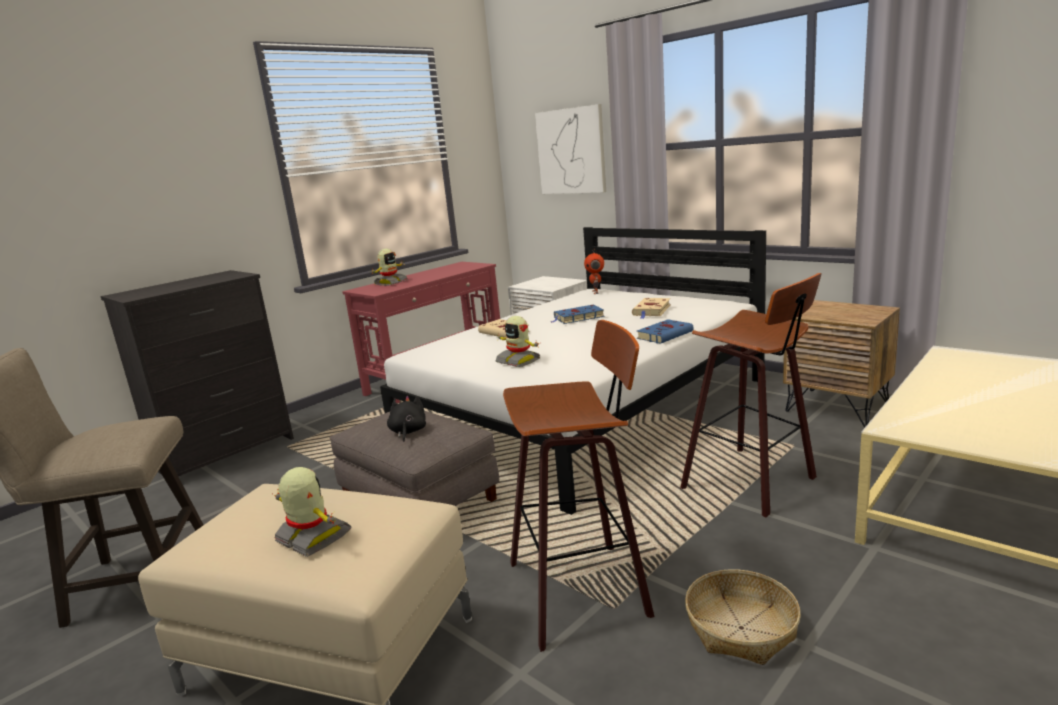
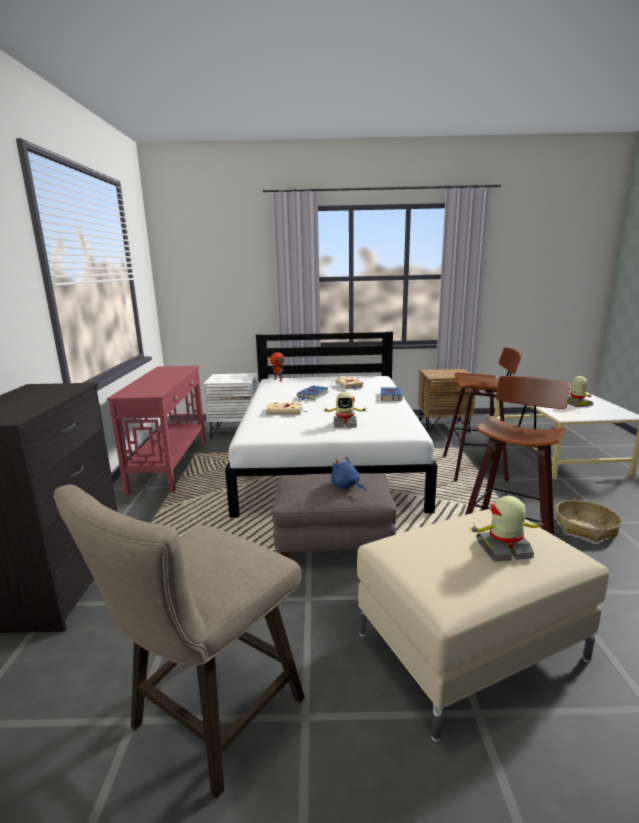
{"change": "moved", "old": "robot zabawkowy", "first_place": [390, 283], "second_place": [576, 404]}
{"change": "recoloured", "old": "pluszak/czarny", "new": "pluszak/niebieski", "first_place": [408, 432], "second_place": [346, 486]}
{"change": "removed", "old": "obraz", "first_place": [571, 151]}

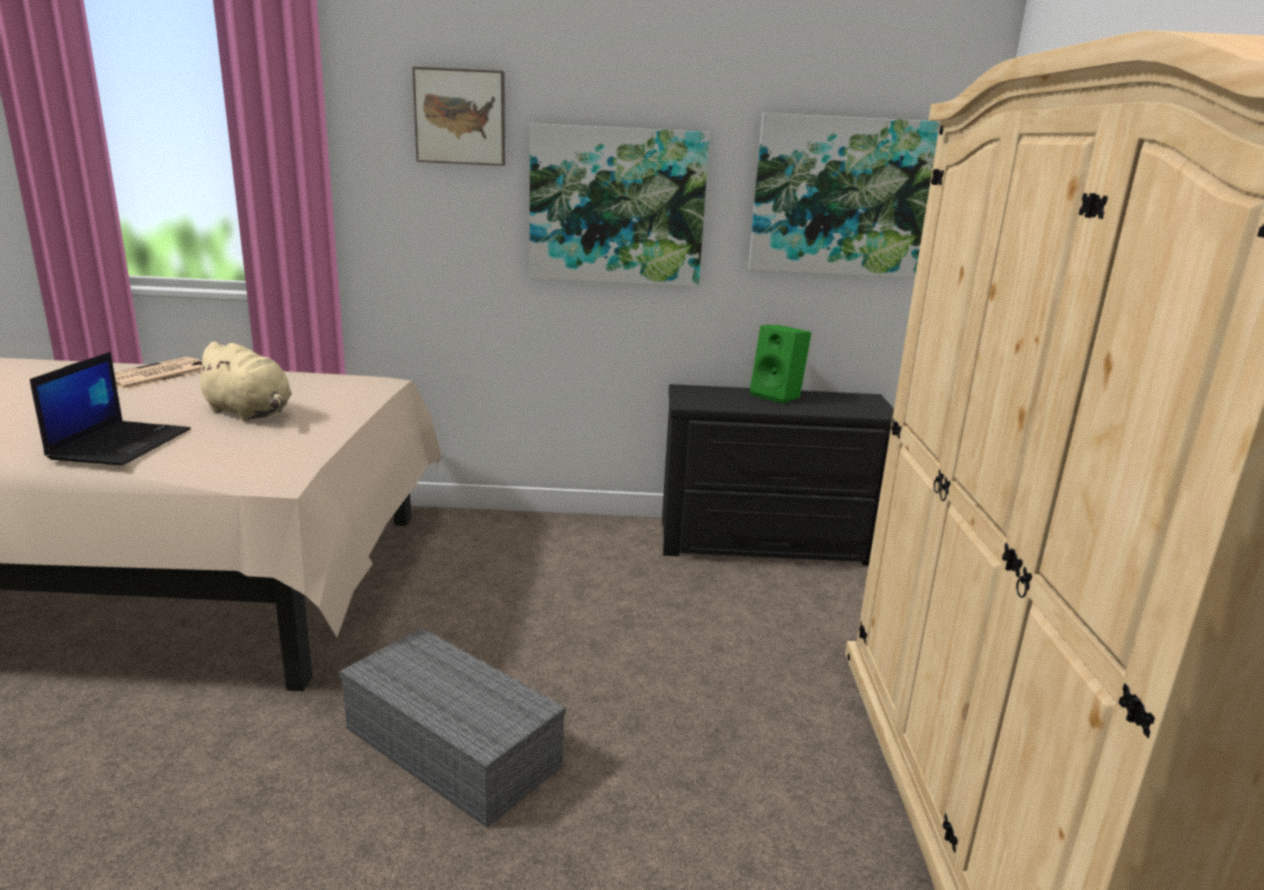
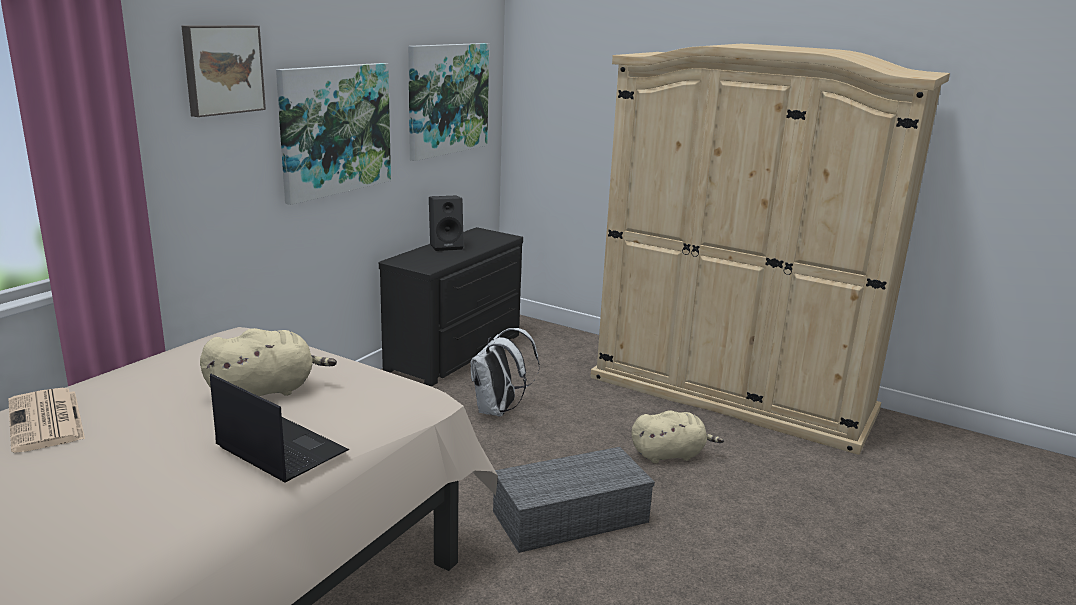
{"change": "recoloured", "old": "głośnik/zielony", "new": "głośnik/czarny", "first_place": [778, 396], "second_place": [446, 246]}
{"change": "added", "new": "plecak/biały", "second_place": [498, 410]}
{"change": "added", "new": "pluszak/beżowy", "second_place": [670, 454]}

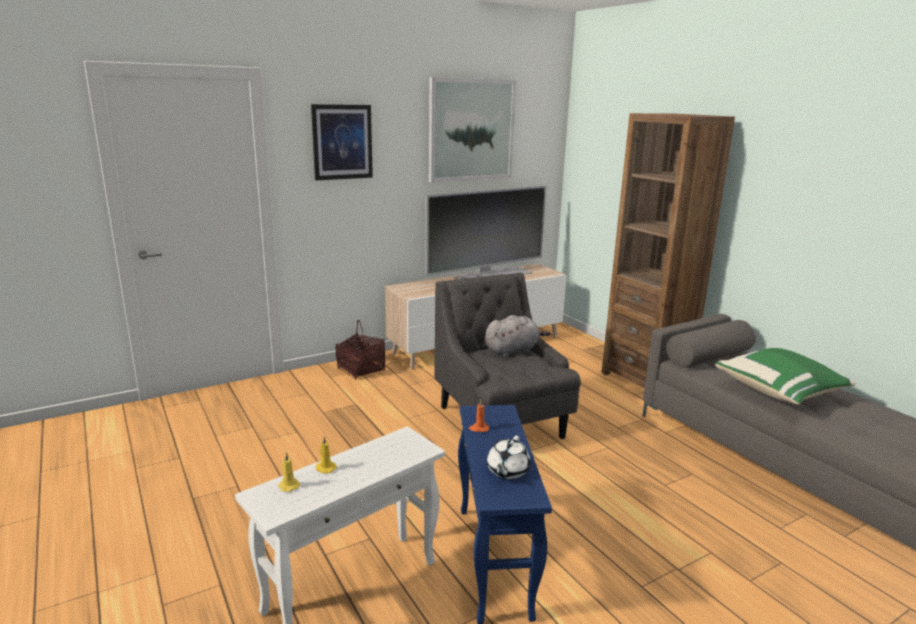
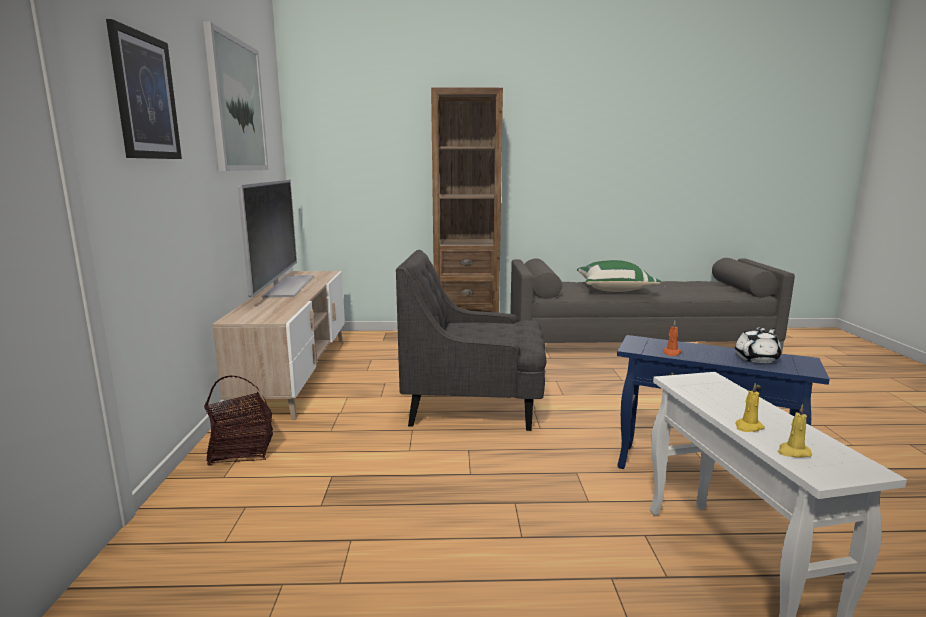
{"change": "removed", "old": "pluszak/szary", "first_place": [513, 350]}
{"change": "turned", "old": "imbryk/biały", "first_place": [507, 471], "second_place": [757, 358], "degrees": -90}

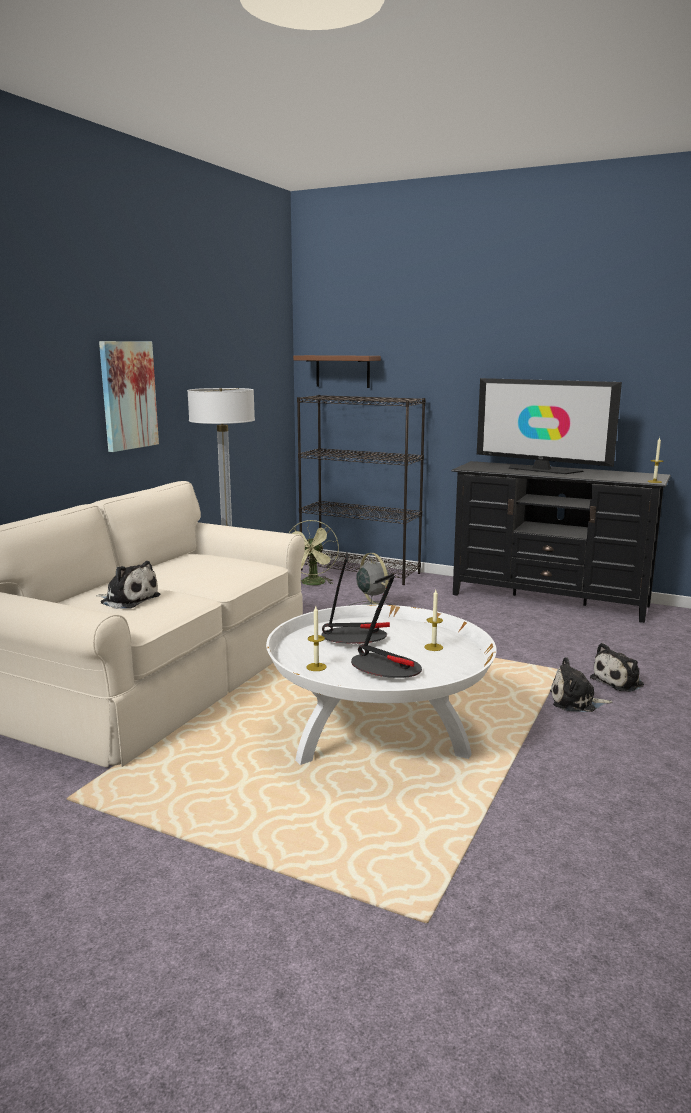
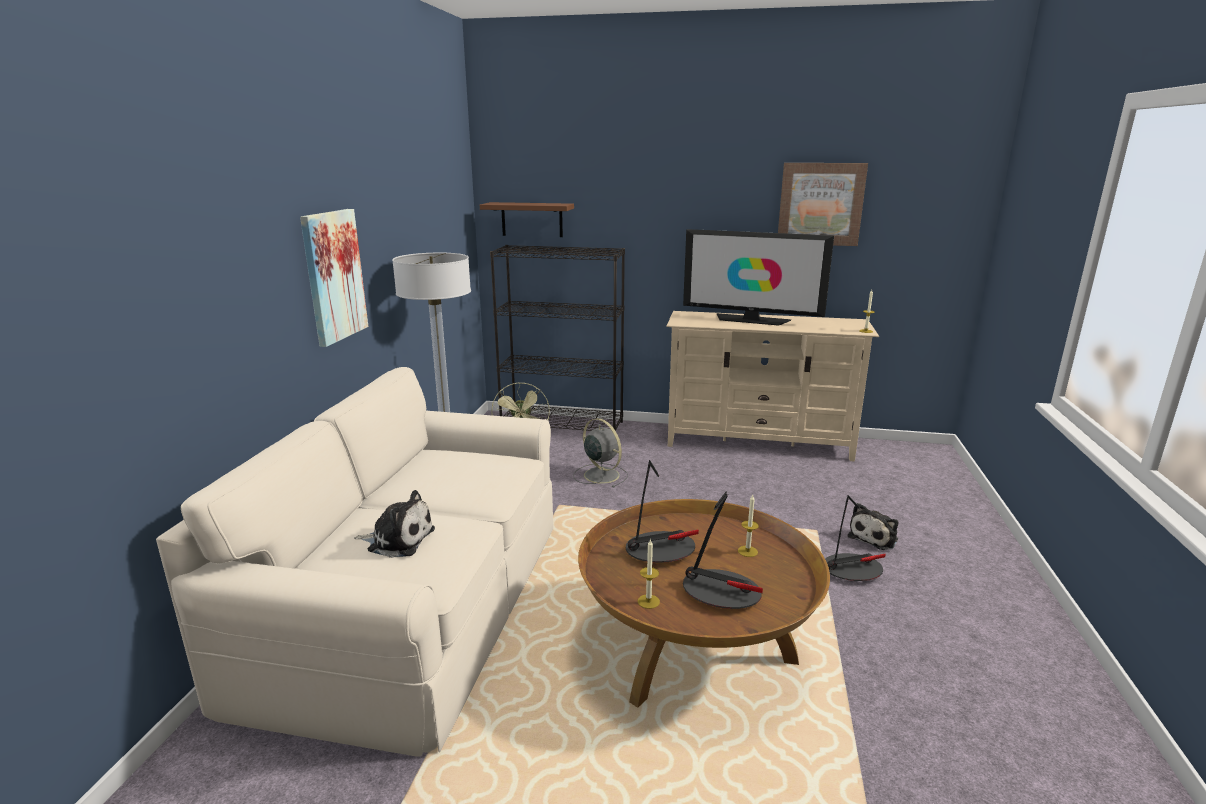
{"change": "recoloured", "old": "ława/biały", "new": "ława/brązowy", "first_place": [379, 736], "second_place": [695, 649]}
{"change": "recoloured", "old": "szafka pod telewizor/czarny", "new": "szafka pod telewizor/beżowy", "first_place": [549, 600], "second_place": [759, 443]}
{"change": "replaced", "old": "pluszak", "new": "lampa stołowa", "first_place": [576, 702], "second_place": [852, 569]}
{"change": "added", "new": "obraz", "second_place": [820, 204]}

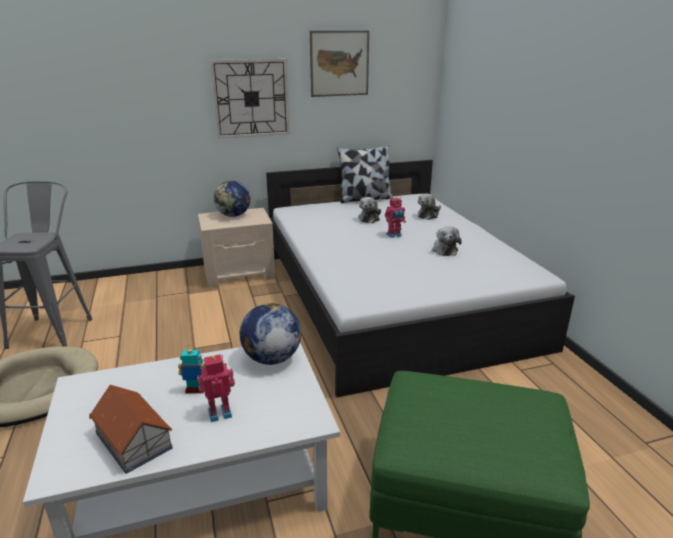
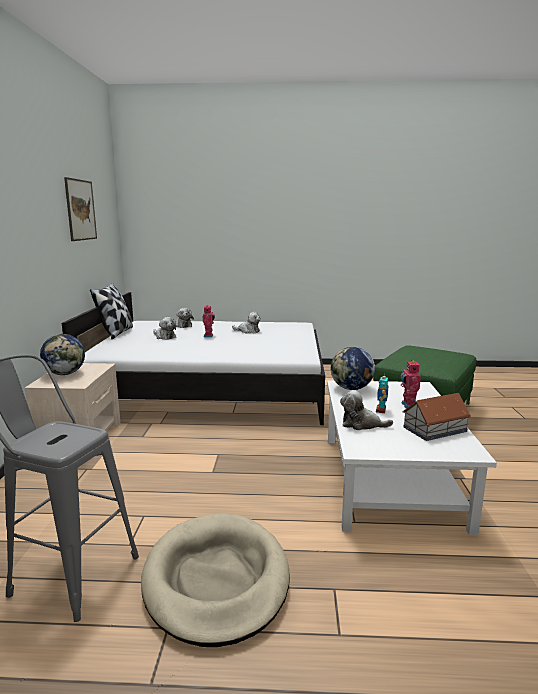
{"change": "removed", "old": "zegar ścienny", "first_place": [251, 98]}
{"change": "added", "new": "pluszak", "second_place": [361, 424]}

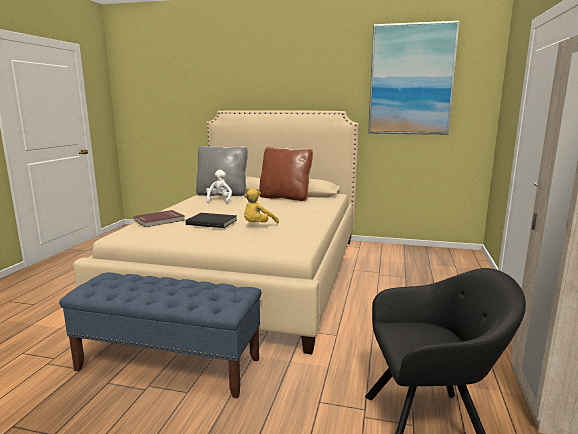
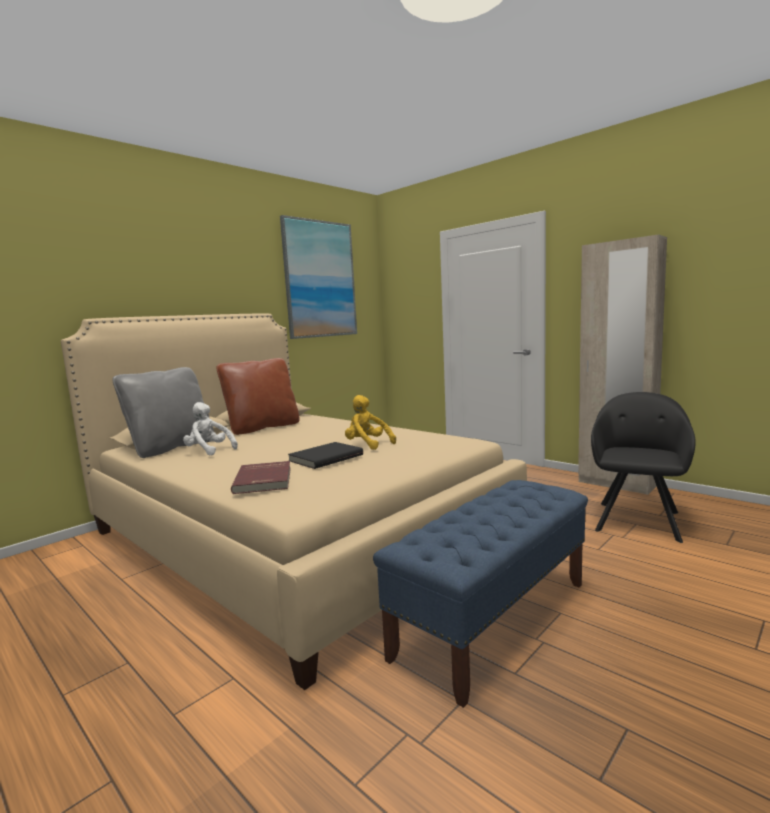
{"change": "turned", "old": "pluszak/żółty", "first_place": [258, 225], "second_place": [367, 445], "degrees": 150}

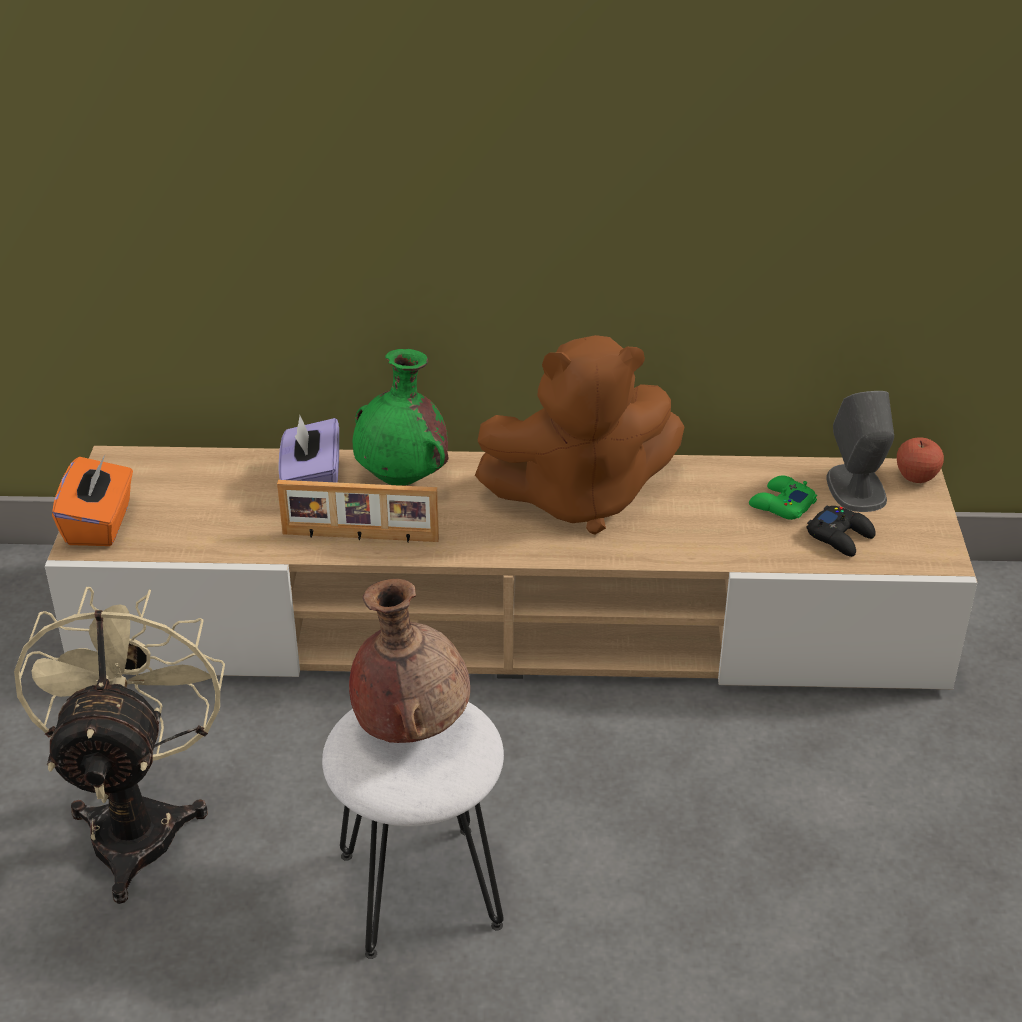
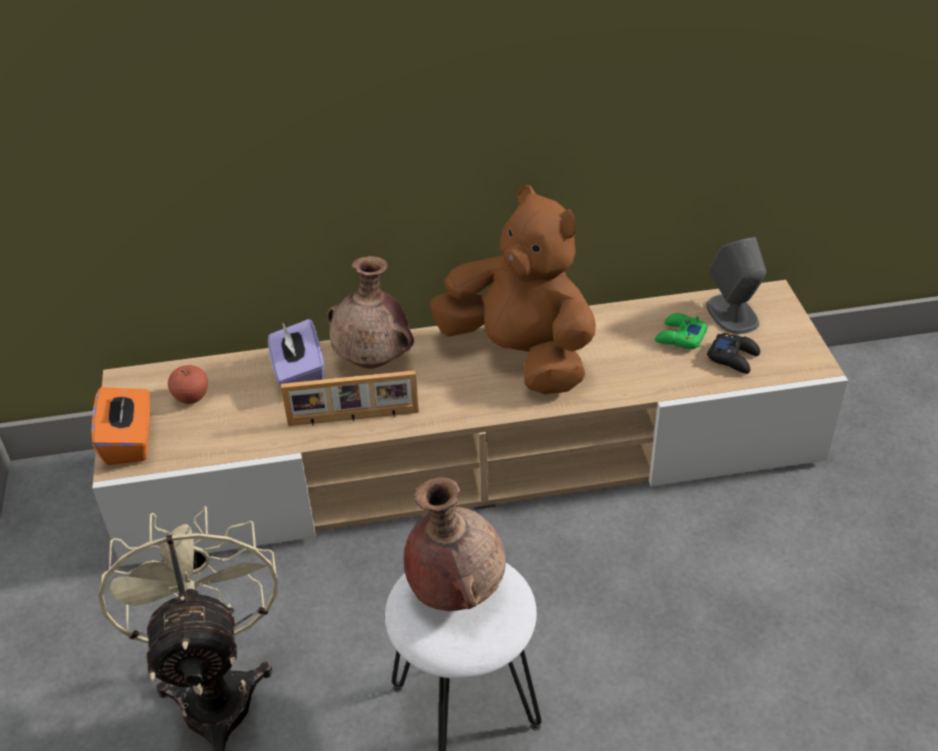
{"change": "recoloured", "old": "wazon/zielony", "new": "wazon/brązowy", "first_place": [403, 479], "second_place": [374, 361]}
{"change": "turned", "old": "pluszak/brązowy", "first_place": [579, 497], "second_place": [520, 355], "degrees": -120}
{"change": "moved", "old": "jabłko", "first_place": [916, 477], "second_place": [191, 397]}

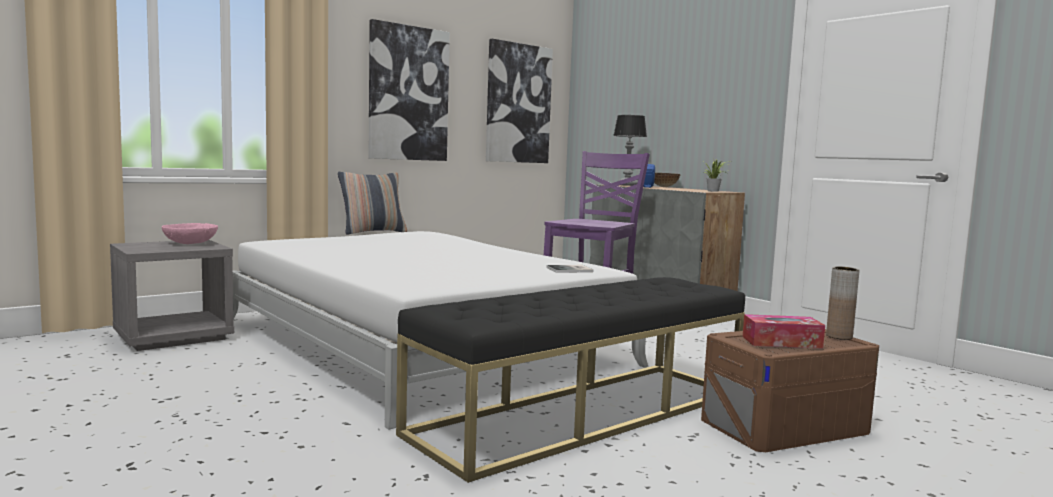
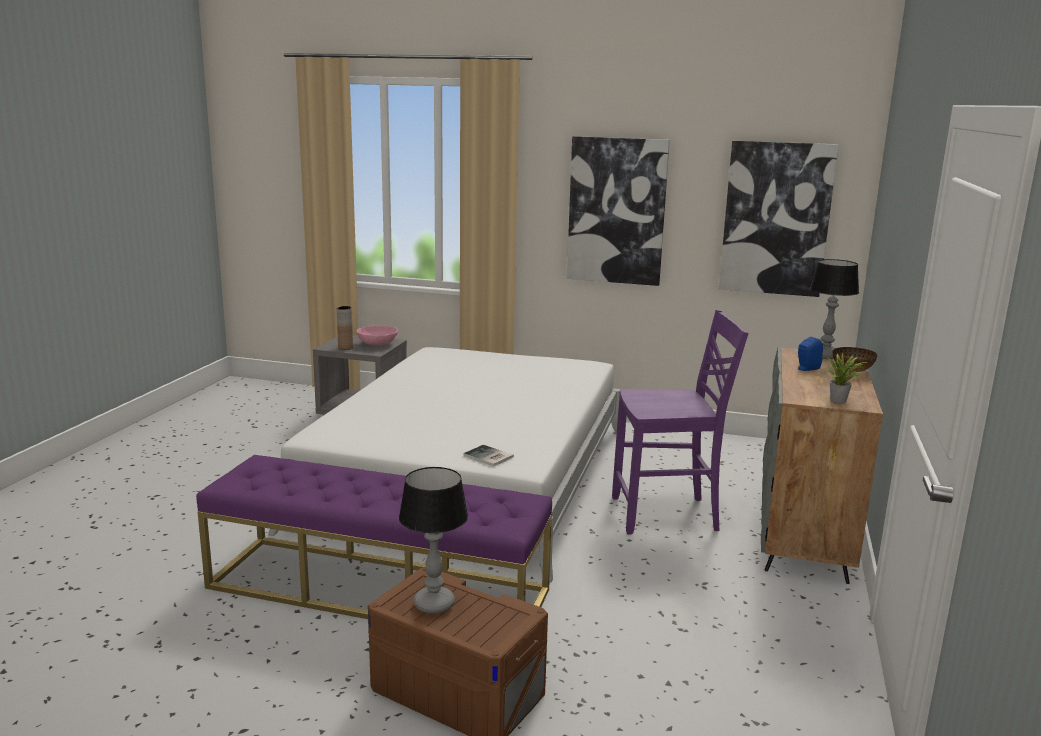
{"change": "removed", "old": "poduszka", "first_place": [373, 232]}
{"change": "recoloured", "old": "ławka/czarny", "new": "ławka/fioletowy", "first_place": [585, 413], "second_place": [379, 589]}
{"change": "replaced", "old": "pudełko chusteczek", "new": "lampa stołowa", "first_place": [781, 342], "second_place": [435, 604]}
{"change": "moved", "old": "wazon/brązowy", "first_place": [839, 336], "second_place": [345, 348]}

